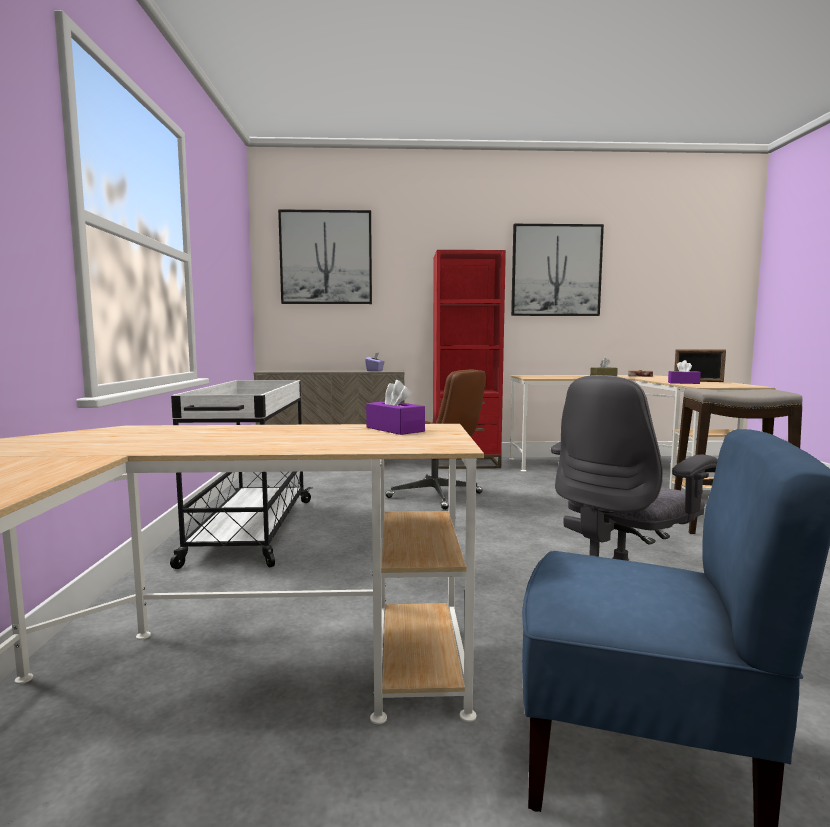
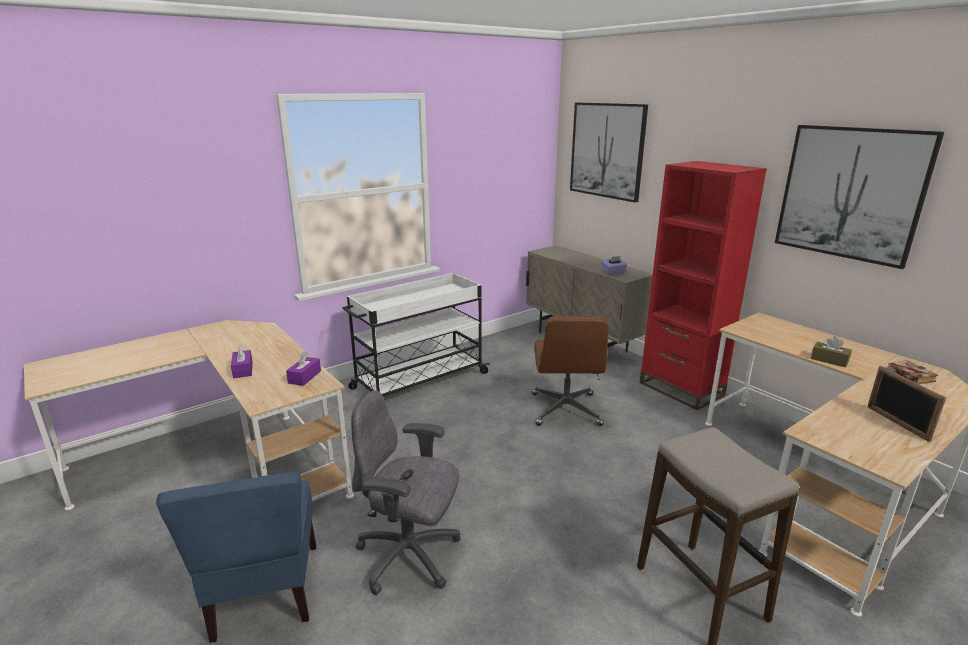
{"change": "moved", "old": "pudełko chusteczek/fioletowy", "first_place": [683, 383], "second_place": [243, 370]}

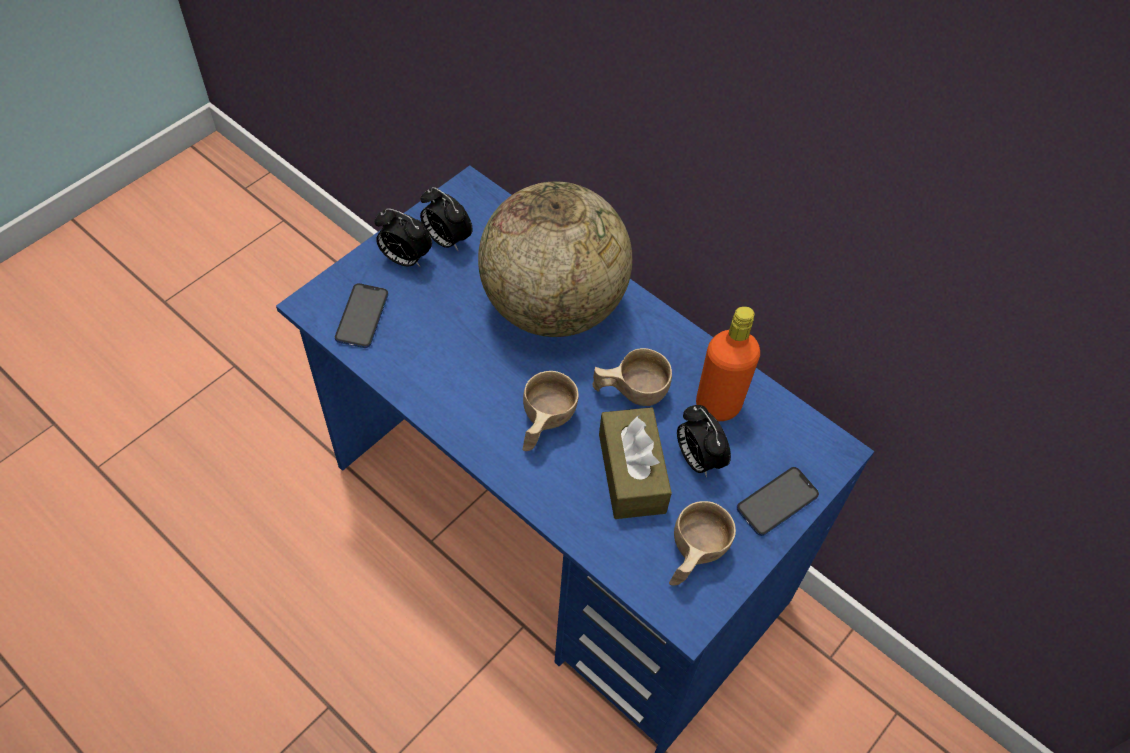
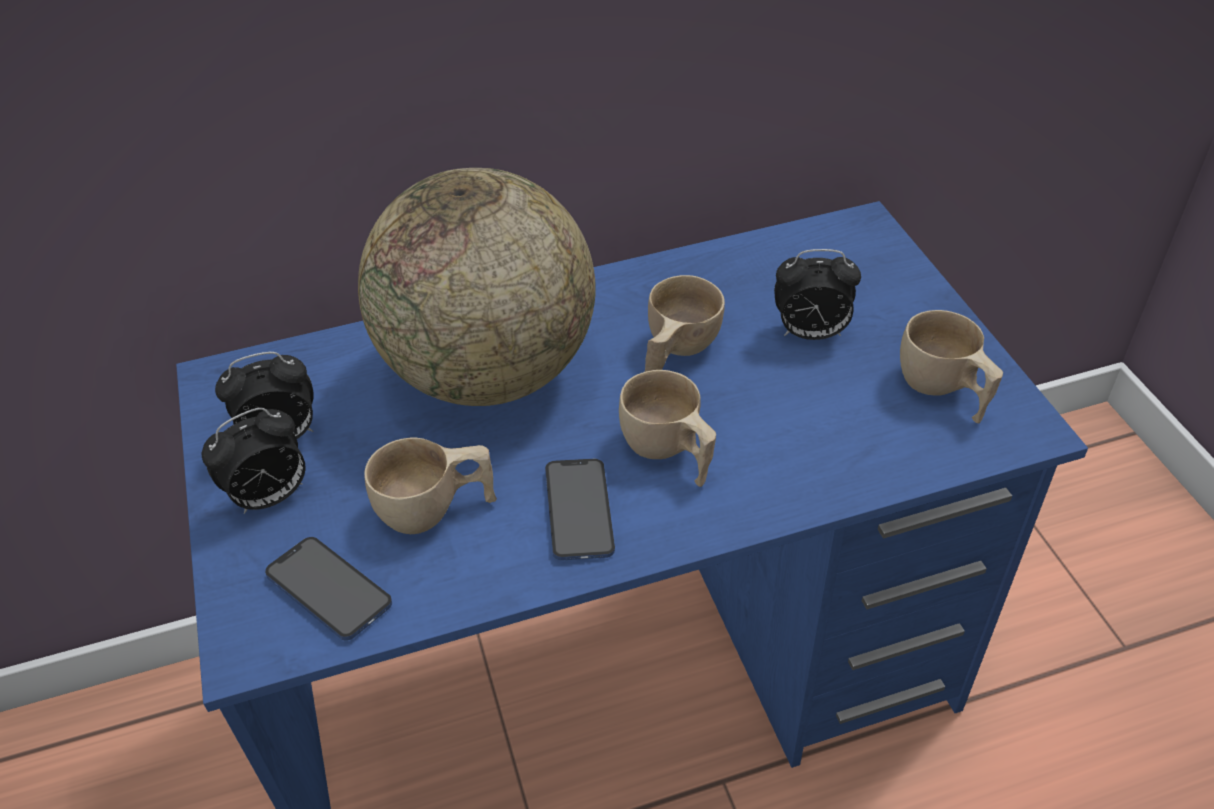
{"change": "removed", "old": "pudełko chusteczek/brązowy", "first_place": [631, 473]}
{"change": "removed", "old": "butelka/pomarańczowy", "first_place": [718, 405]}
{"change": "moved", "old": "telefon", "first_place": [777, 502], "second_place": [579, 511]}
{"change": "added", "new": "filiżanka/beżowy", "second_place": [436, 510]}

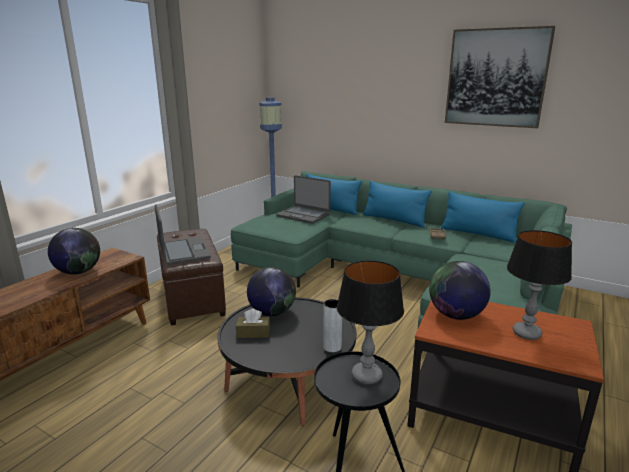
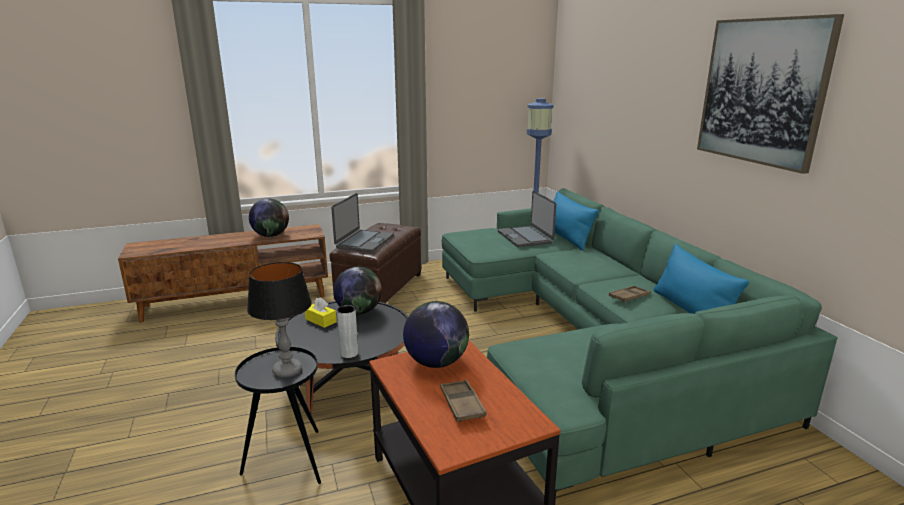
{"change": "recoloured", "old": "pudełko chusteczek/brązowy", "new": "pudełko chusteczek/żółty", "first_place": [253, 333], "second_place": [321, 320]}
{"change": "removed", "old": "poduszka/niebieski", "first_place": [394, 220]}
{"change": "replaced", "old": "lampa stołowa", "new": "taca/brązowy", "first_place": [526, 333], "second_place": [462, 404]}

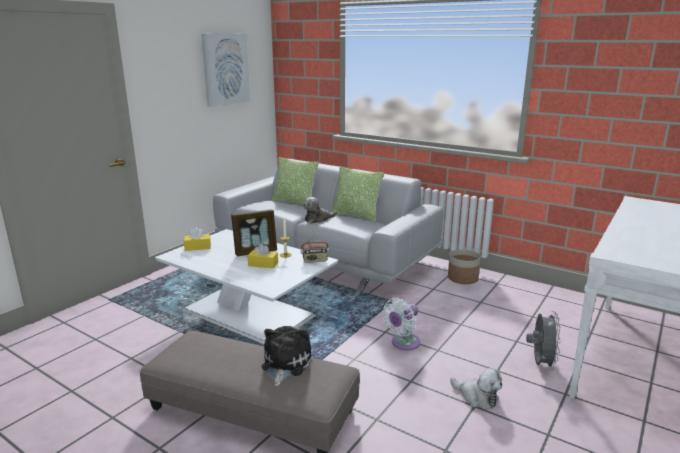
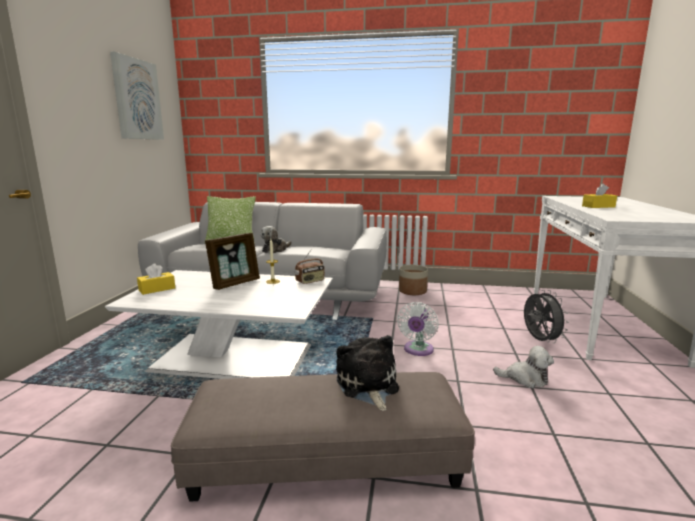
{"change": "moved", "old": "pudełko chusteczek/żółty", "first_place": [263, 264], "second_place": [598, 206]}
{"change": "removed", "old": "poduszka", "first_place": [356, 215]}

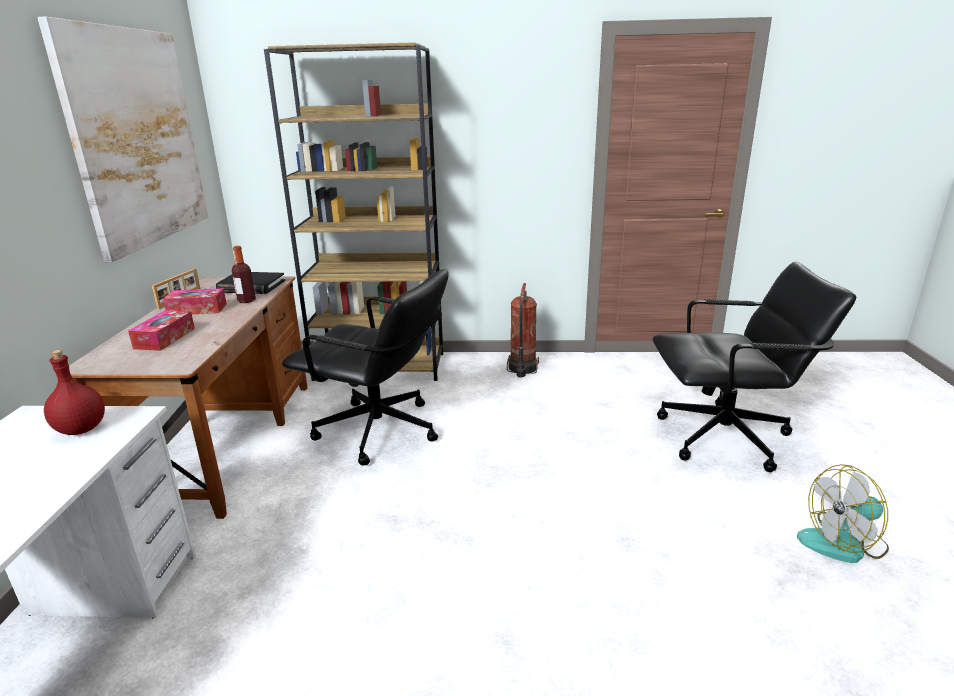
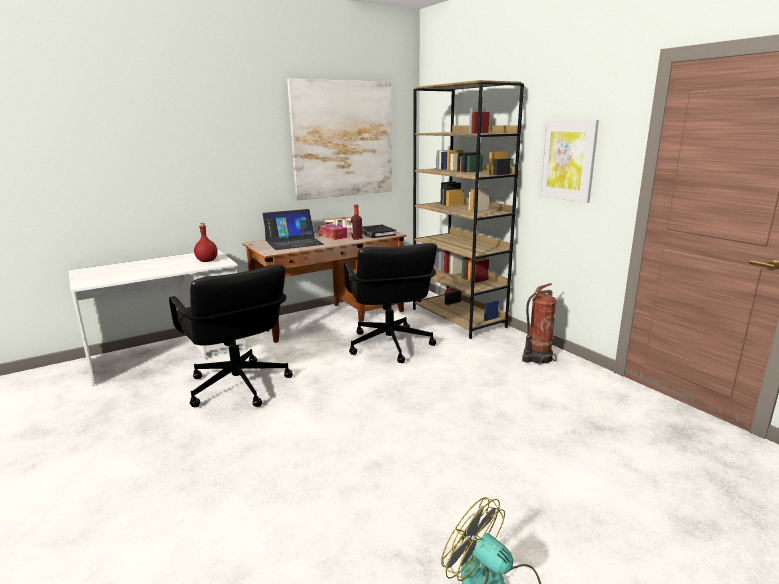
{"change": "replaced", "old": "pudełko chusteczek", "new": "laptop", "first_place": [165, 338], "second_place": [294, 242]}
{"change": "moved", "old": "krzesło biurowe/czarny", "first_place": [725, 438], "second_place": [238, 386]}
{"change": "added", "new": "obraz", "second_place": [567, 160]}

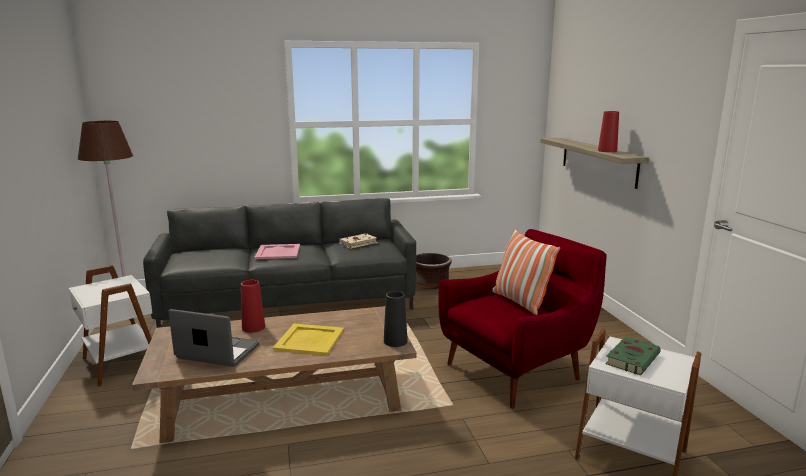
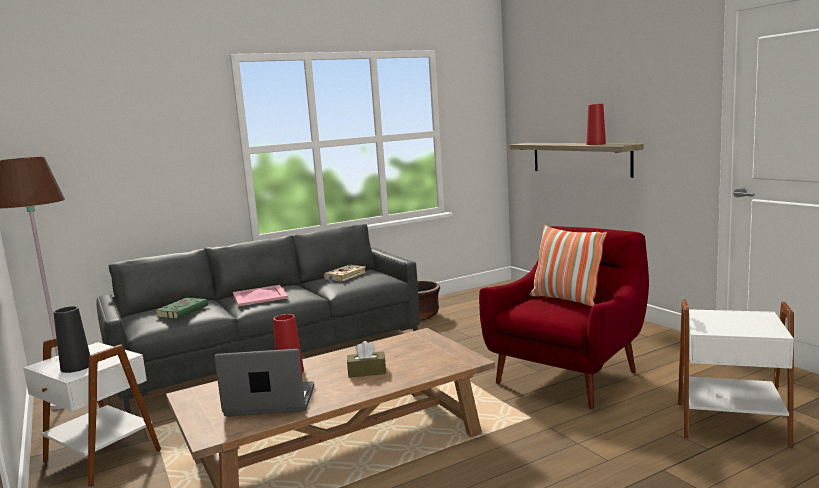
{"change": "replaced", "old": "taca/żółty", "new": "pudełko chusteczek/brązowy", "first_place": [309, 340], "second_place": [367, 372]}
{"change": "moved", "old": "wazon/czarny", "first_place": [395, 341], "second_place": [76, 367]}
{"change": "moved", "old": "książka/zielony", "first_place": [632, 358], "second_place": [183, 311]}

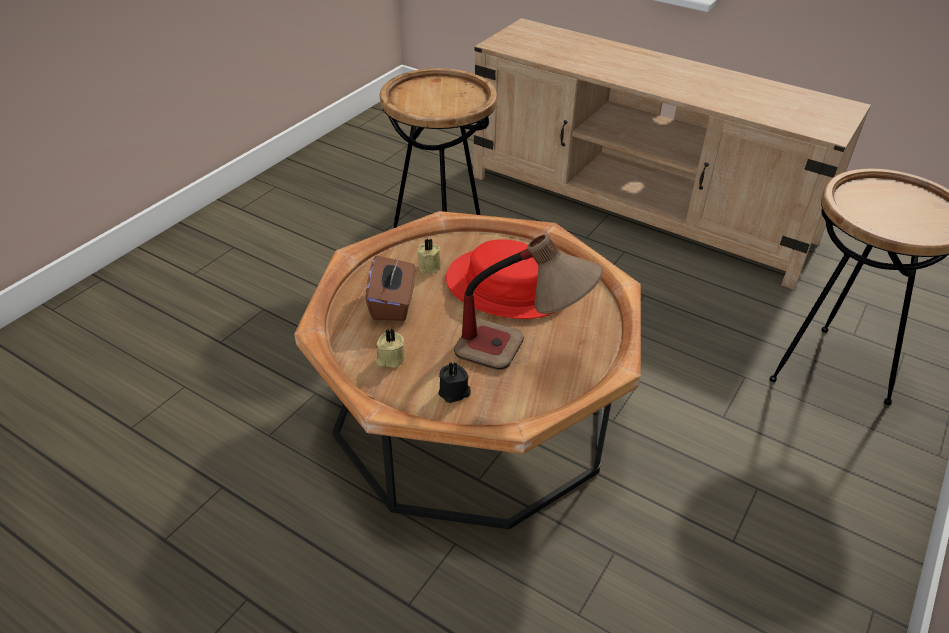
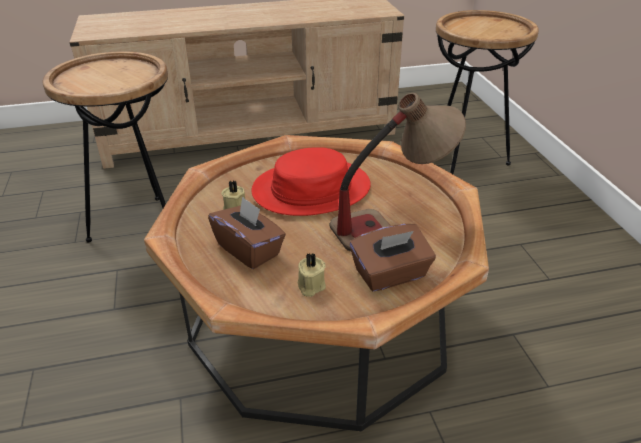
{"change": "replaced", "old": "świeca/czarny", "new": "pudełko chusteczek/brązowy", "first_place": [454, 392], "second_place": [390, 275]}

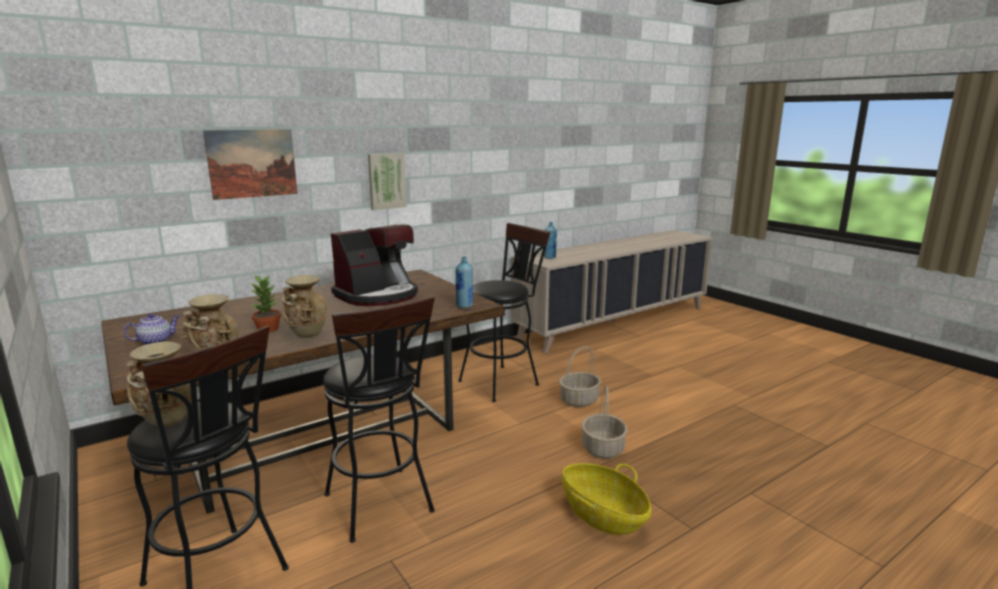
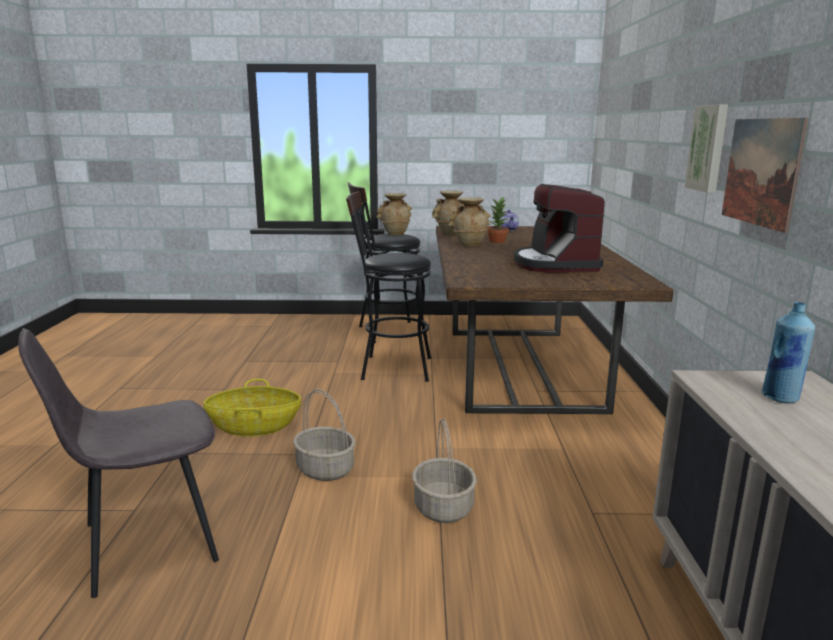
{"change": "moved", "old": "obraz", "first_place": [252, 163], "second_place": [761, 172]}
{"change": "removed", "old": "butelka/niebieski", "first_place": [464, 306]}
{"change": "removed", "old": "stołek/czarny", "first_place": [503, 381]}
{"change": "added", "new": "krzesło/szary", "second_place": [145, 543]}

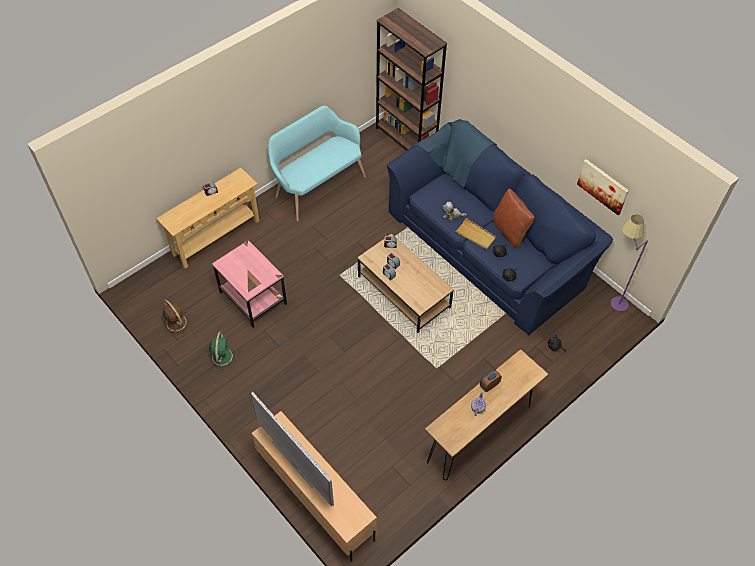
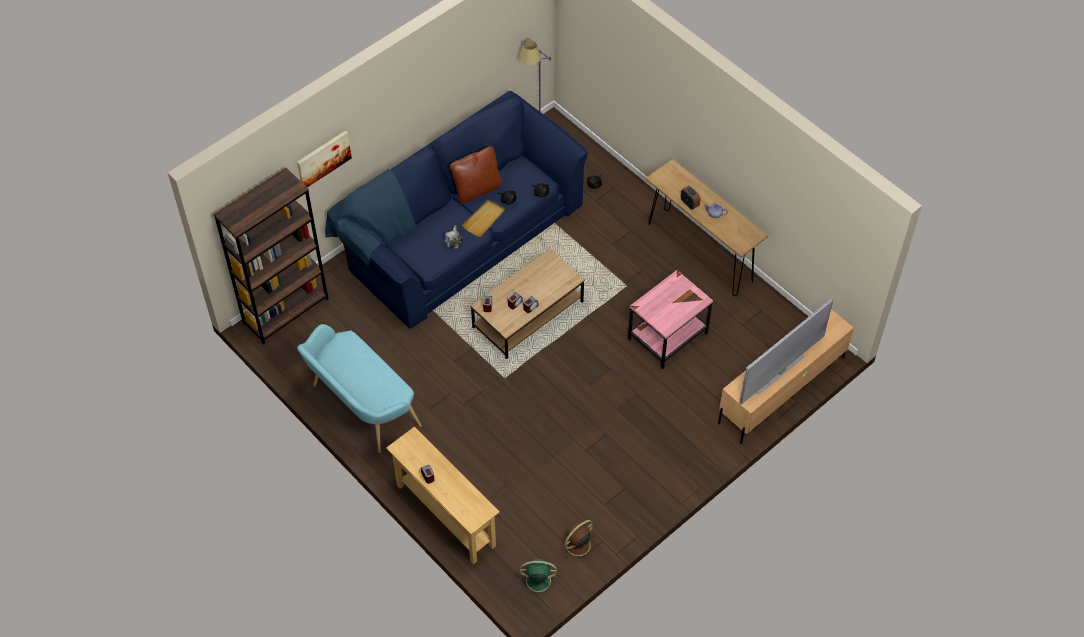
{"change": "moved", "old": "wentylator/zielony", "first_place": [222, 355], "second_place": [537, 580]}
{"change": "moved", "old": "stolik/różowy", "first_place": [252, 299], "second_place": [668, 337]}
{"change": "moved", "old": "obraz", "first_place": [603, 186], "second_place": [323, 158]}

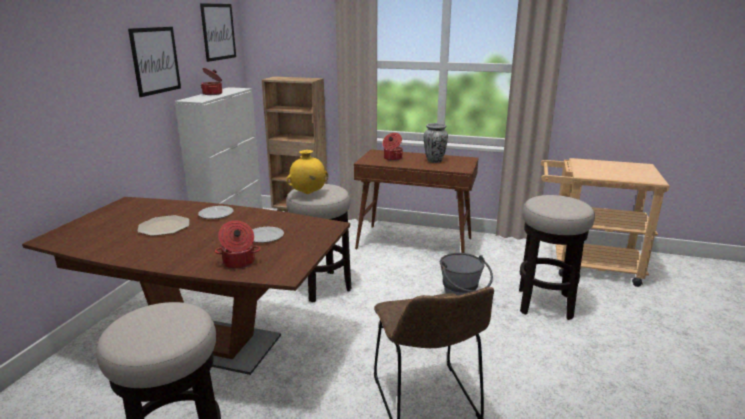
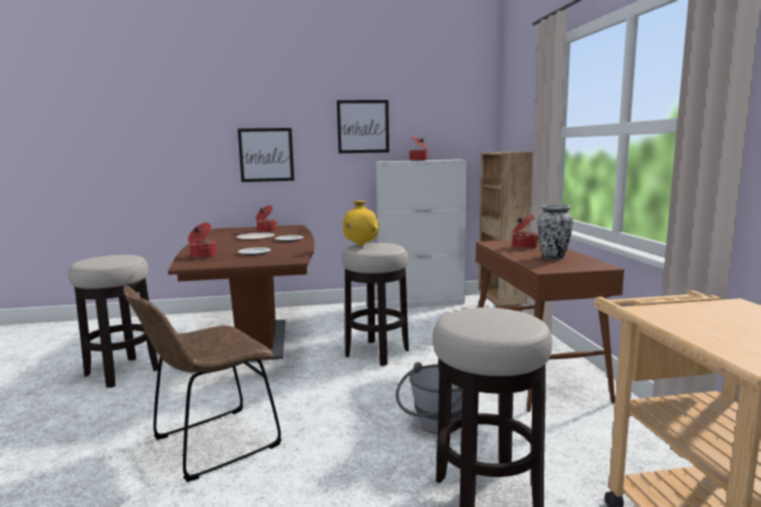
{"change": "moved", "old": "obraz", "first_place": [218, 32], "second_place": [266, 155]}
{"change": "added", "new": "garnek", "second_place": [266, 231]}

